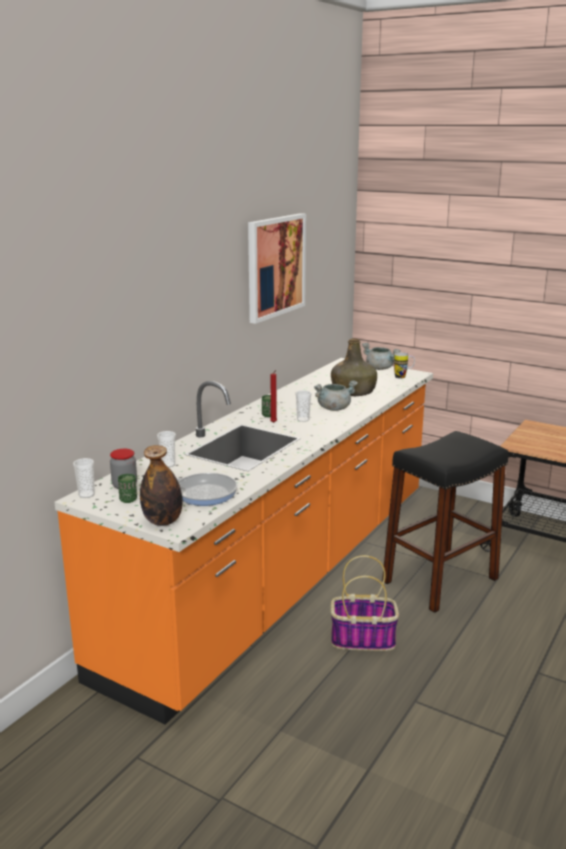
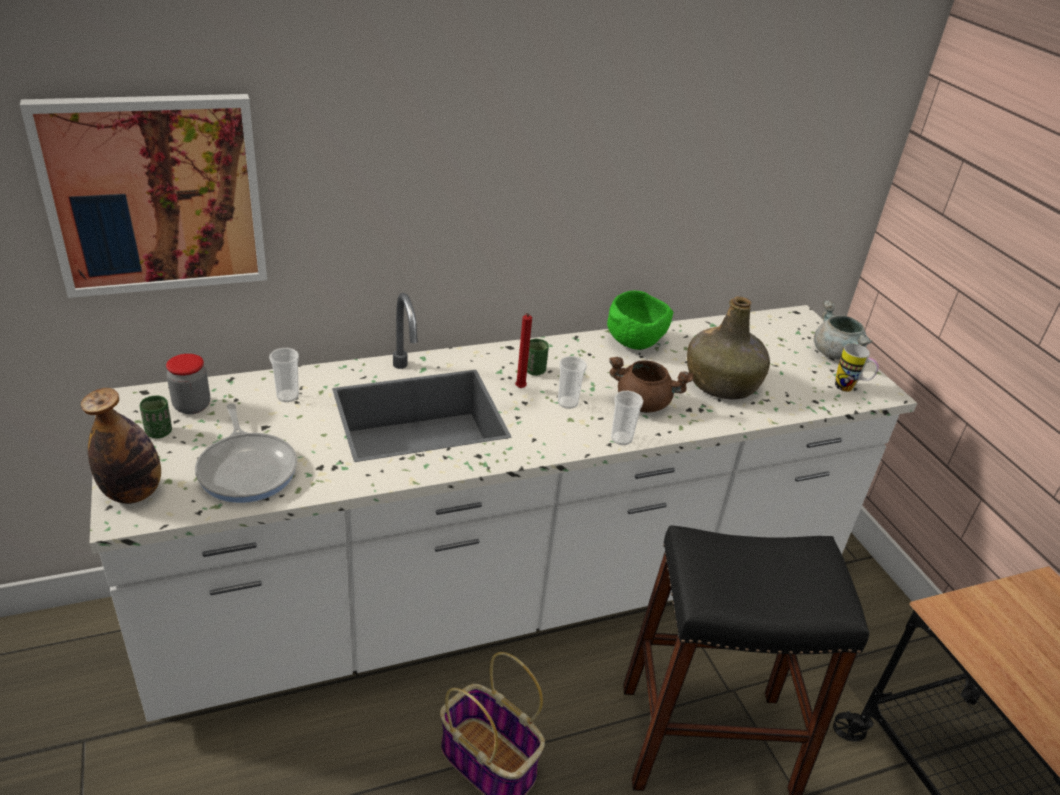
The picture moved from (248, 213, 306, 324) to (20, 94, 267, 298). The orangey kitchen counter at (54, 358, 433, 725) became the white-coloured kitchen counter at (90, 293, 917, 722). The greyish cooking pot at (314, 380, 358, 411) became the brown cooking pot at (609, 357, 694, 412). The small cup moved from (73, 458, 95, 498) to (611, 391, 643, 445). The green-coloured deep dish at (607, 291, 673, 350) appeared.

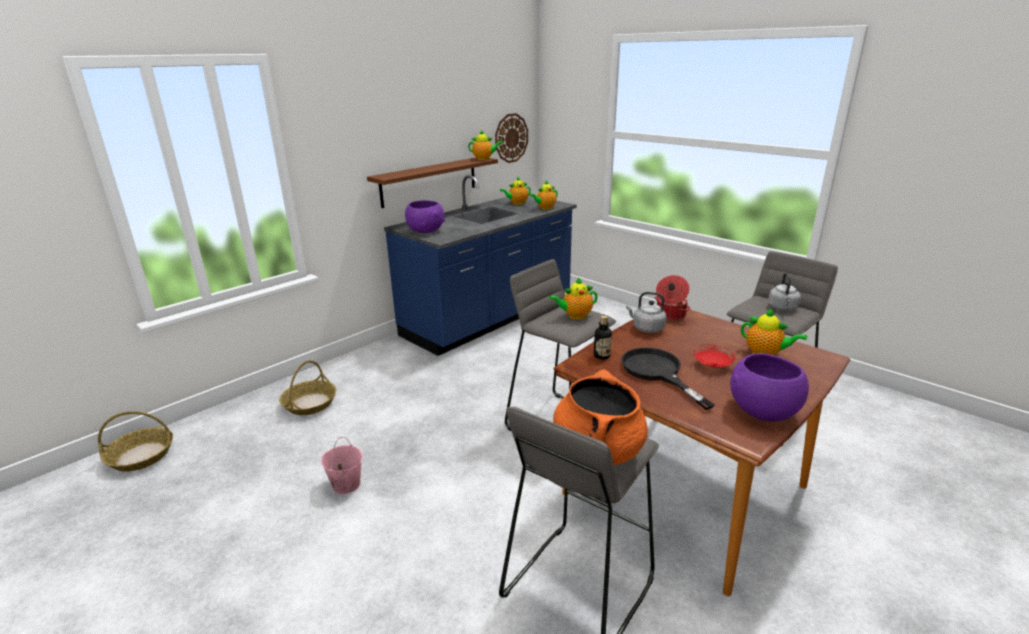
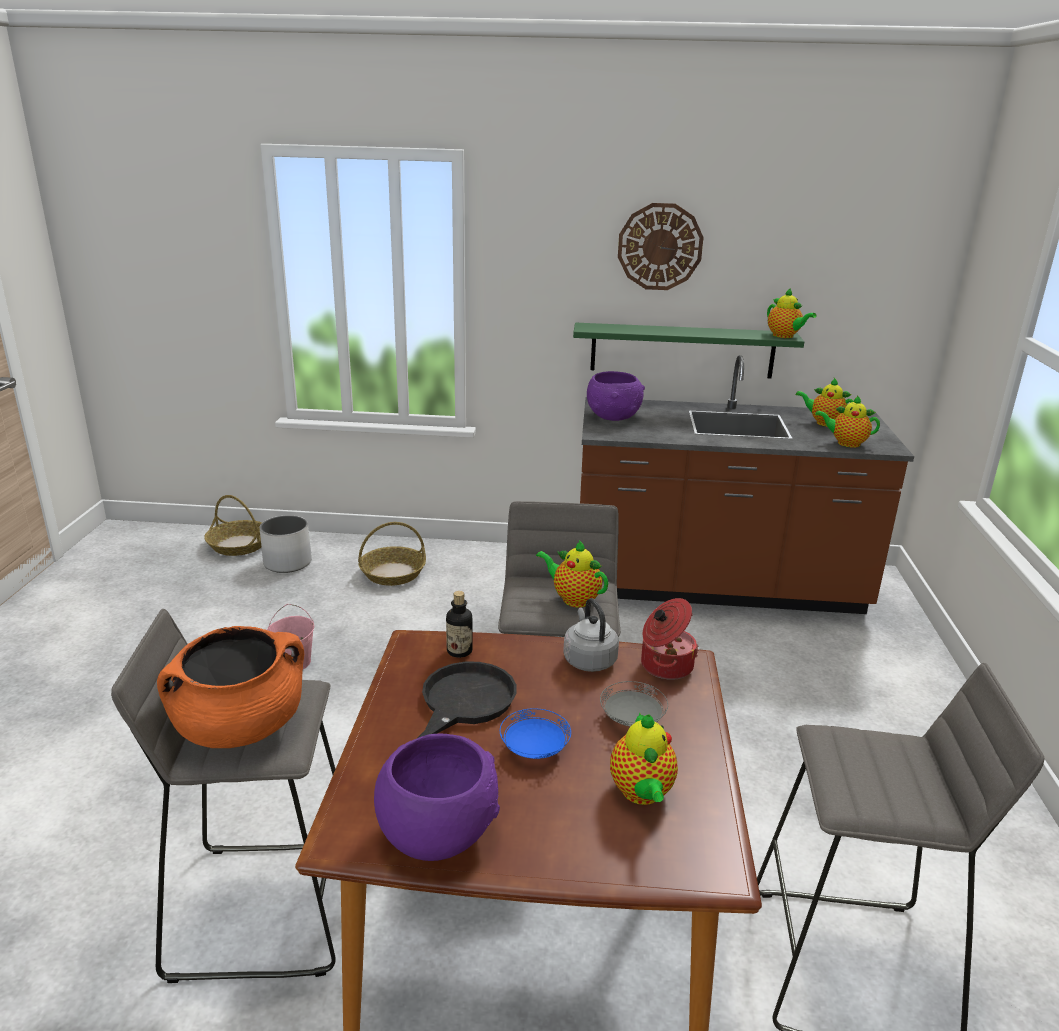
The clock on the wall moved from (495, 113, 528, 163) to (618, 203, 704, 290). The brown wall shelf at (367, 158, 498, 208) became the green-coloured wall shelf at (573, 323, 804, 378). The blue kitchen counter at (384, 175, 577, 356) became the brown kitchen counter at (580, 355, 914, 614). The greyish water kettle at (768, 273, 801, 311) disappeared. The red flat dish at (693, 344, 736, 368) became the blue flat dish at (500, 708, 571, 759). The white-coloured planter at (260, 515, 311, 573) appeared. The greyish flat dish at (600, 681, 668, 727) appeared.

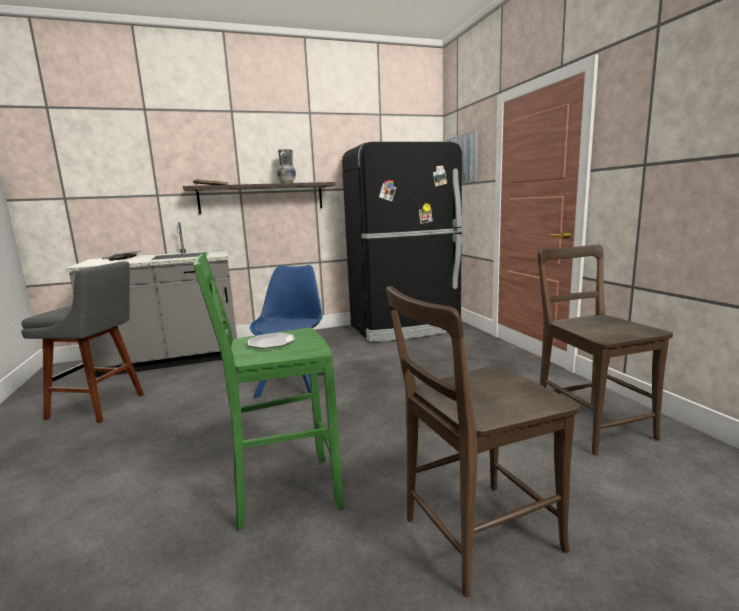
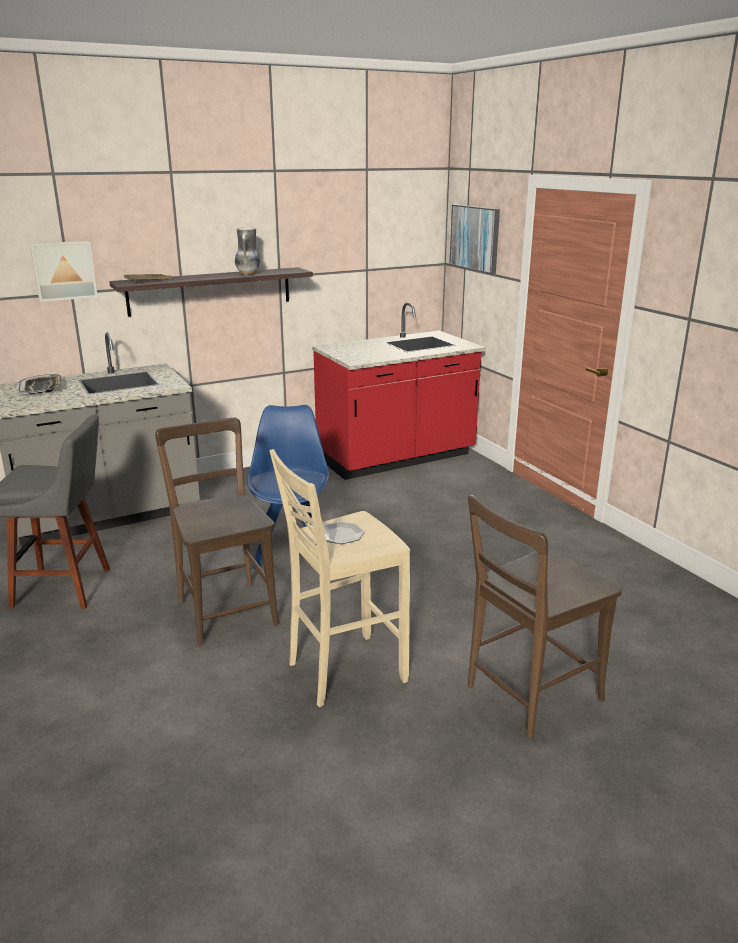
The black-coloured fridge at (342, 142, 463, 342) was replaced by the red kitchen counter at (312, 302, 486, 480). The brown chair moved from (537, 244, 673, 456) to (155, 418, 279, 646). The green-coloured sitting stool at (193, 252, 344, 531) became the beige sitting stool at (269, 449, 410, 707). The picture at (30, 241, 98, 302) appeared.

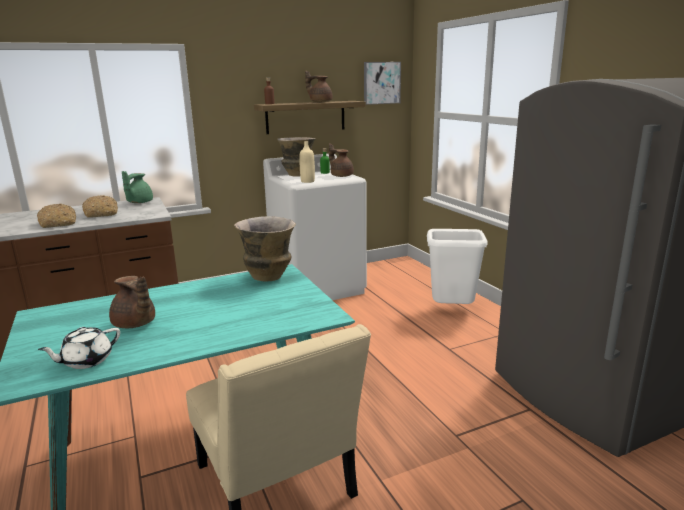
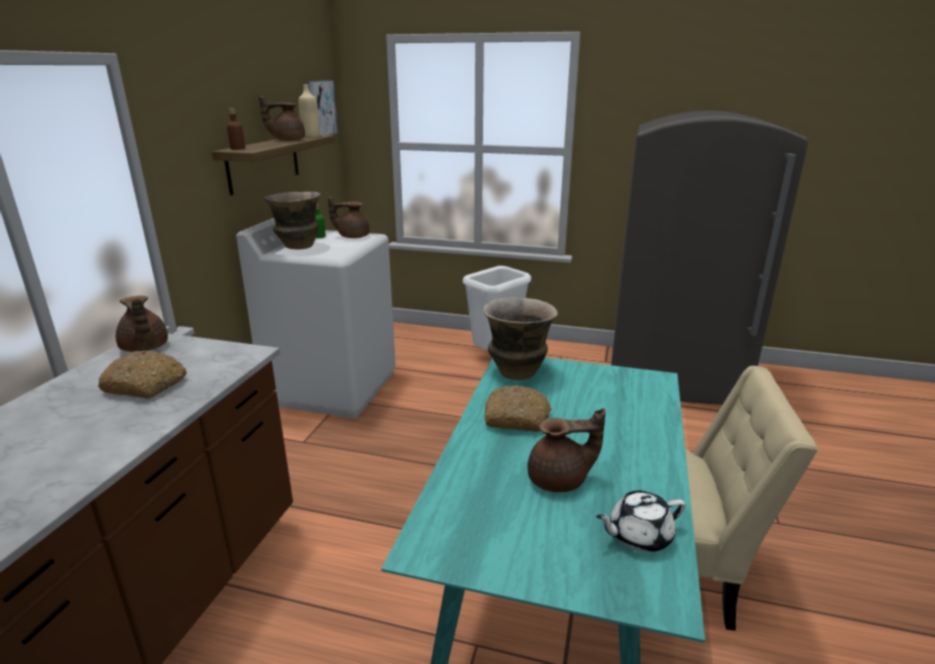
The beige drink bottle moved from (299, 141, 315, 183) to (299, 84, 320, 138). The green-coloured teapot at (122, 171, 153, 203) became the brown teapot at (116, 296, 168, 352). The baked bread moved from (37, 204, 76, 228) to (485, 385, 552, 432). The white-coloured teapot at (38, 327, 120, 369) turned 75 degrees clockwise.

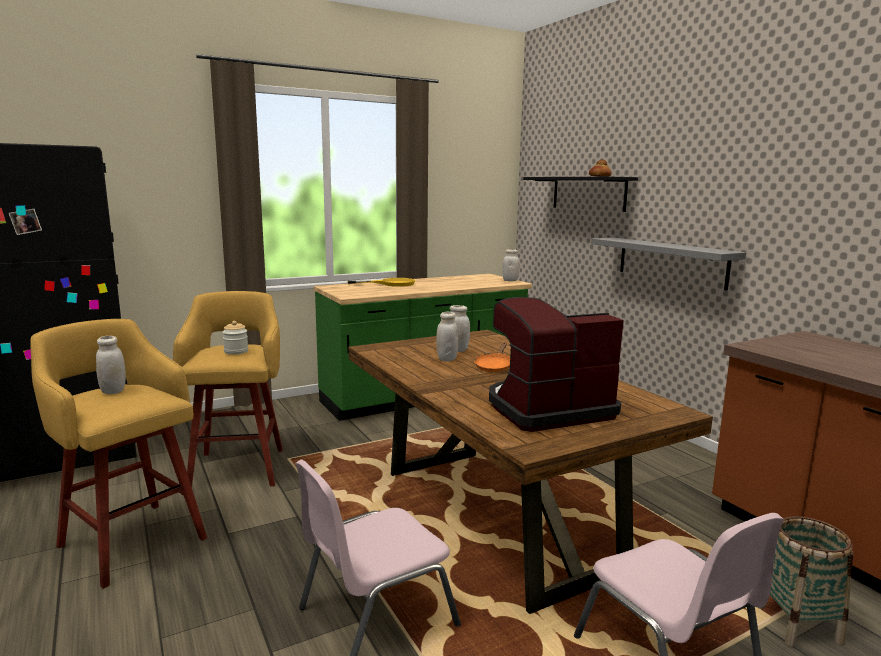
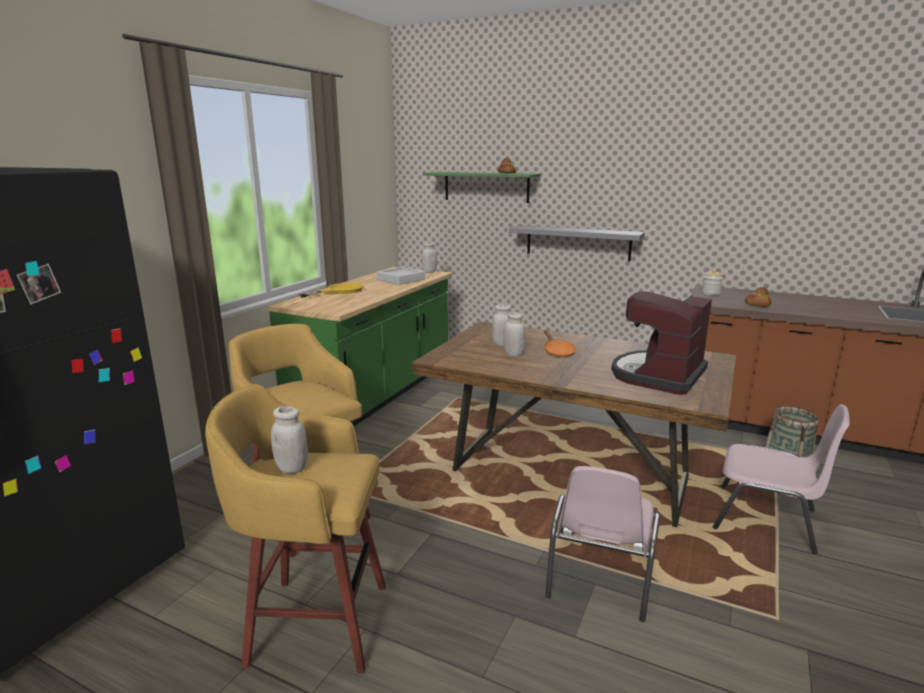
The black-coloured wall shelf at (523, 177, 638, 212) became the green-coloured wall shelf at (422, 172, 540, 203). The jar moved from (222, 321, 248, 355) to (702, 269, 723, 295). The greyish tray at (376, 267, 425, 285) appeared. The baked bread at (745, 287, 771, 307) appeared.

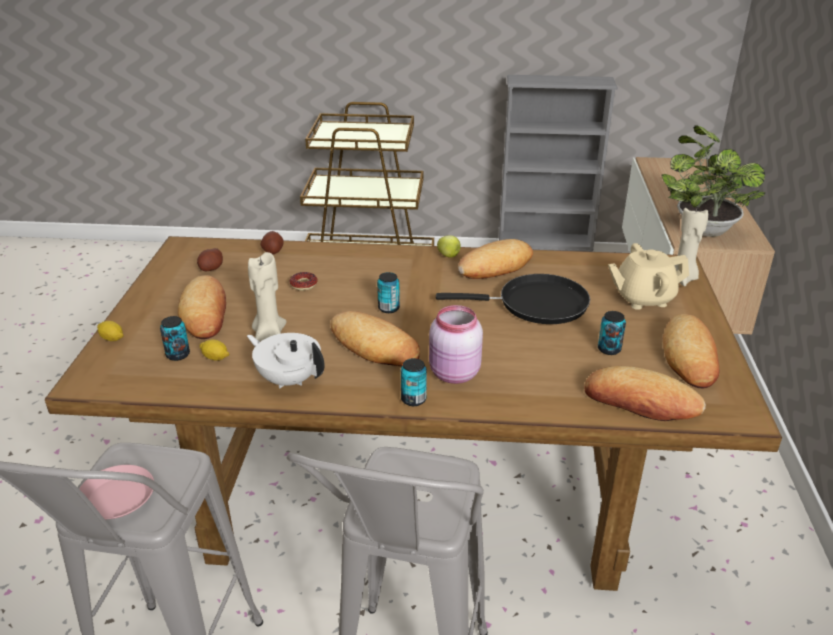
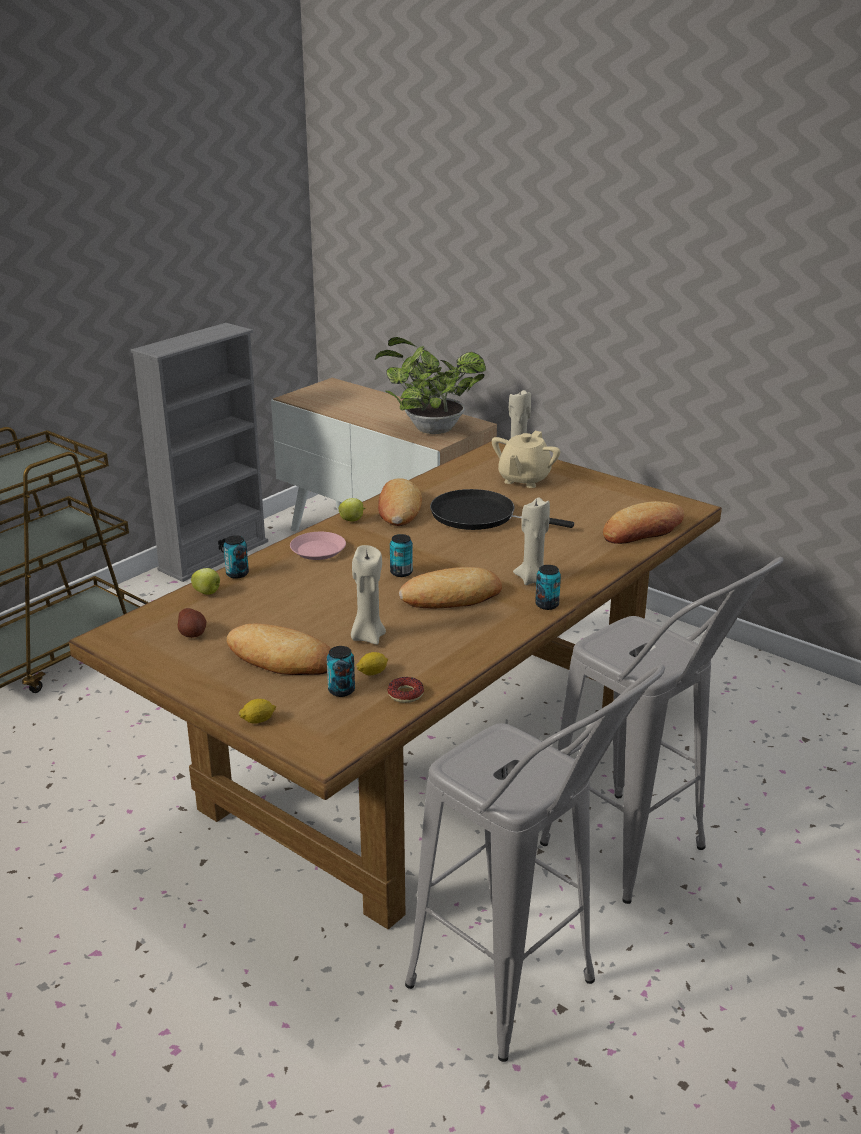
The spud at (260, 231, 283, 254) was replaced by the apple at (191, 568, 220, 595). The donut moved from (290, 272, 318, 291) to (388, 677, 424, 703). The black-coloured skillet at (436, 274, 590, 324) turned 105 degrees counterclockwise. The pink jar at (429, 305, 483, 384) was replaced by the beige candle at (513, 498, 550, 585). The sealed can moved from (598, 311, 626, 355) to (223, 535, 249, 579). The baked bread at (663, 314, 720, 388) disappeared. The white-coloured teapot at (247, 333, 325, 388) disappeared. The pink flat dish moved from (79, 465, 154, 520) to (290, 532, 346, 560).

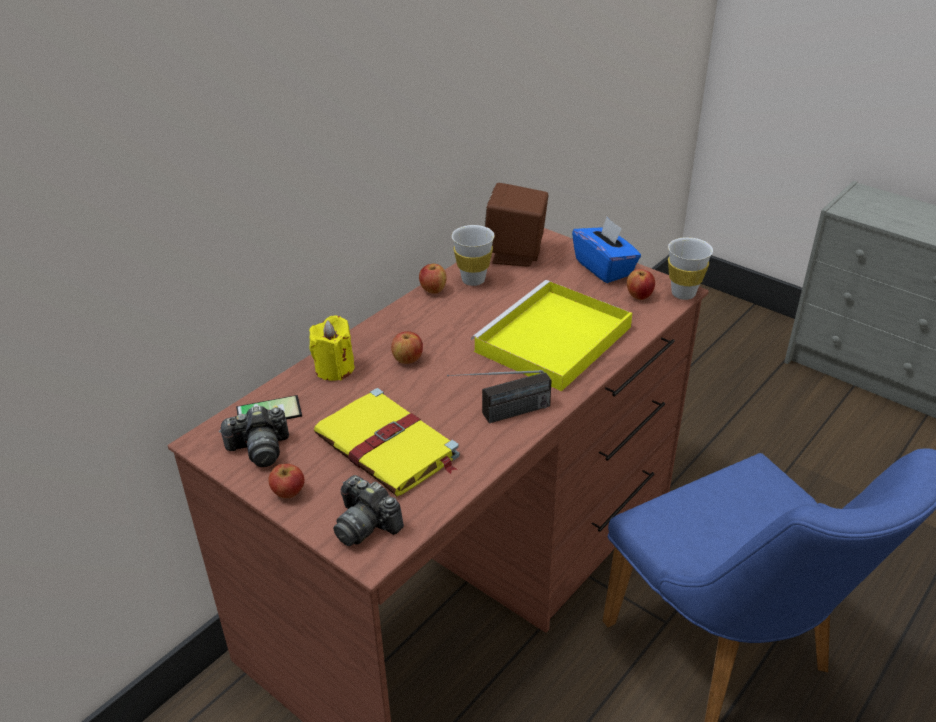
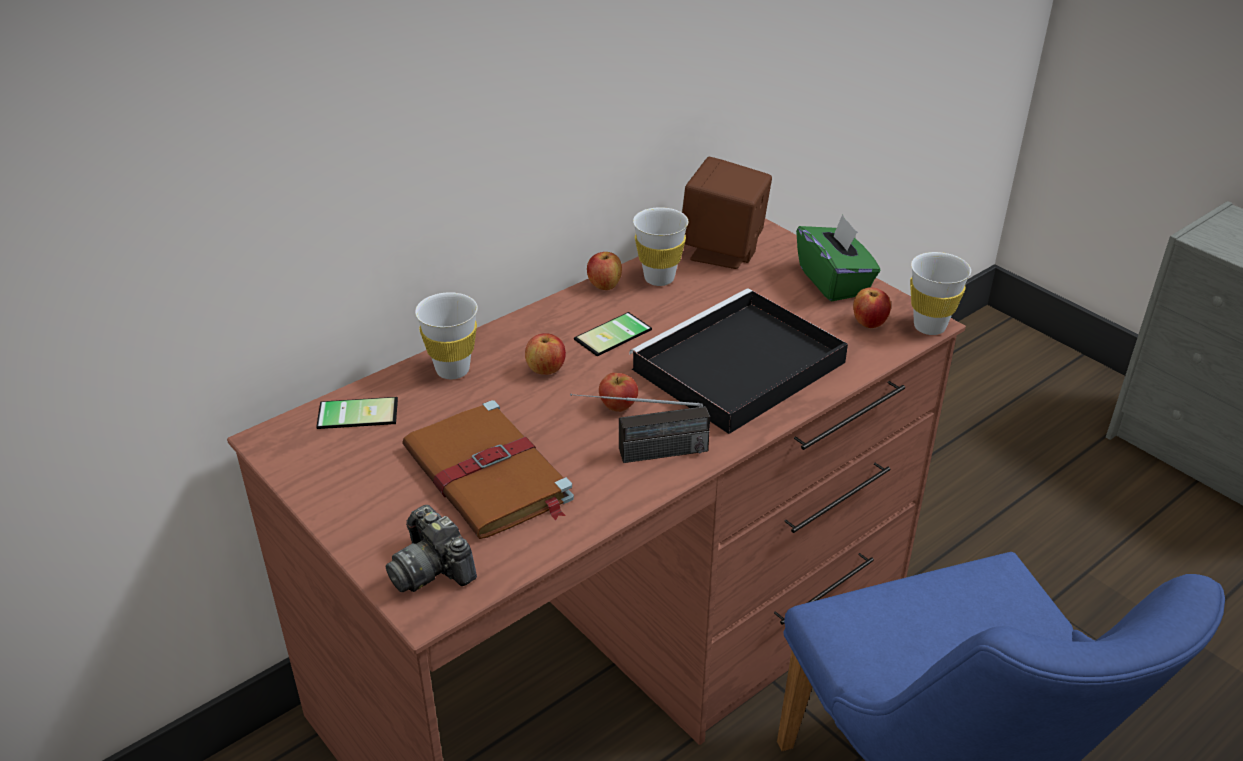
The blue tissue box at (572, 217, 641, 283) became the green-coloured tissue box at (796, 214, 880, 302). The yellow tray at (471, 280, 632, 391) became the black-coloured tray at (629, 288, 848, 434). The yellow candle at (309, 316, 354, 381) was replaced by the white-coloured small cup at (415, 292, 478, 379). The yellow book at (314, 388, 459, 496) became the brown book at (402, 400, 574, 539). The still camera at (219, 405, 289, 467) disappeared. The apple moved from (268, 464, 305, 498) to (599, 373, 638, 412). The handset at (574, 312, 652, 356) appeared.

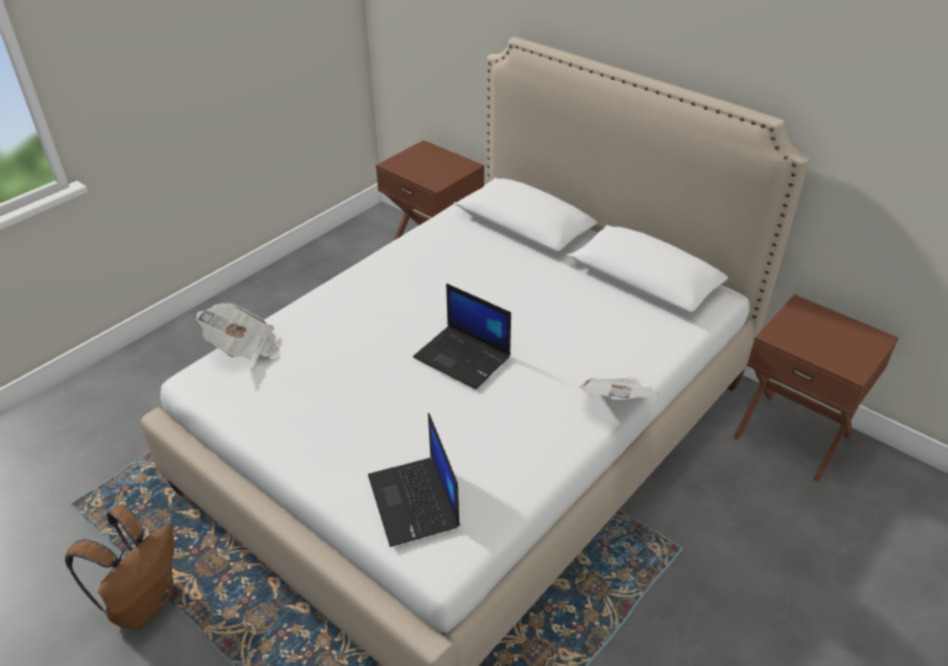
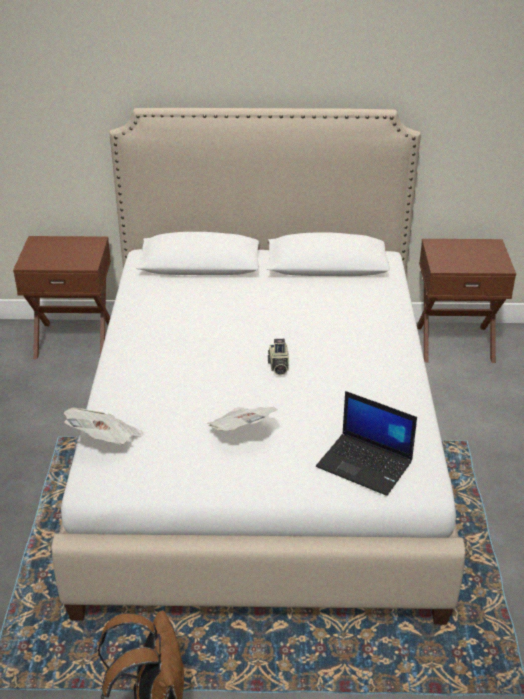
The notebook computer at (413, 283, 511, 390) was replaced by the still camera at (268, 339, 289, 376). The daily paper moved from (580, 377, 659, 400) to (207, 407, 278, 430).

